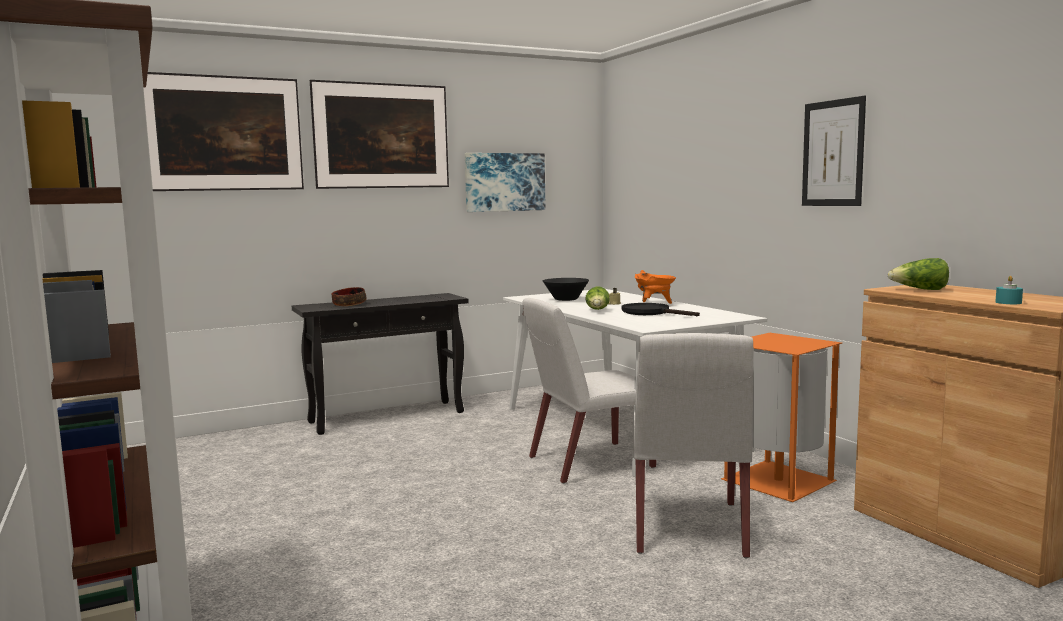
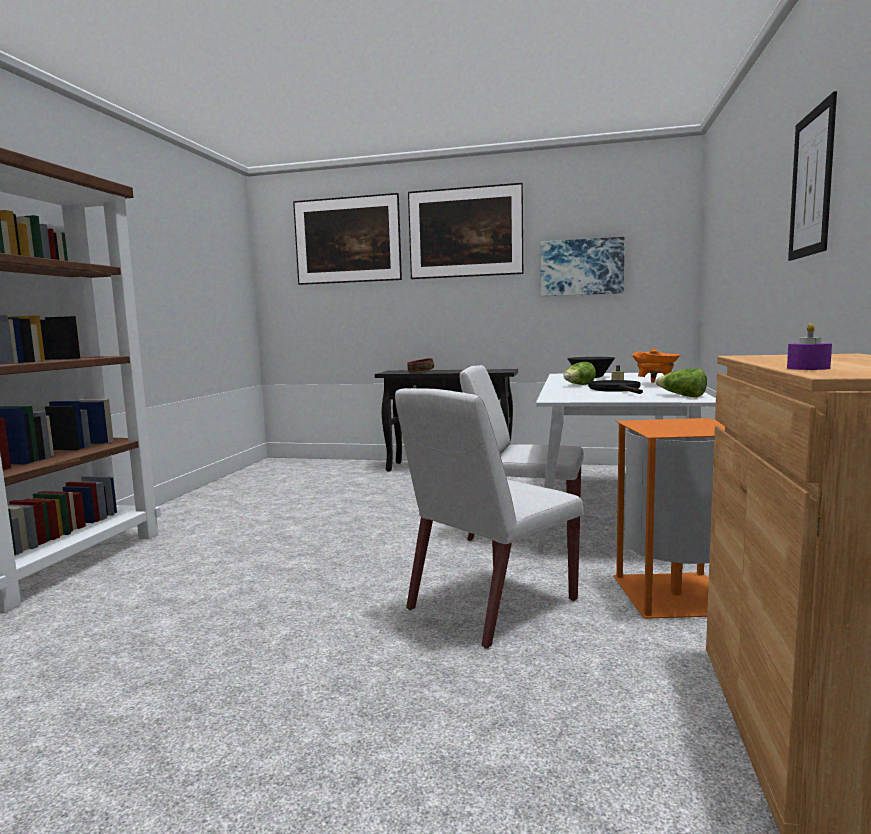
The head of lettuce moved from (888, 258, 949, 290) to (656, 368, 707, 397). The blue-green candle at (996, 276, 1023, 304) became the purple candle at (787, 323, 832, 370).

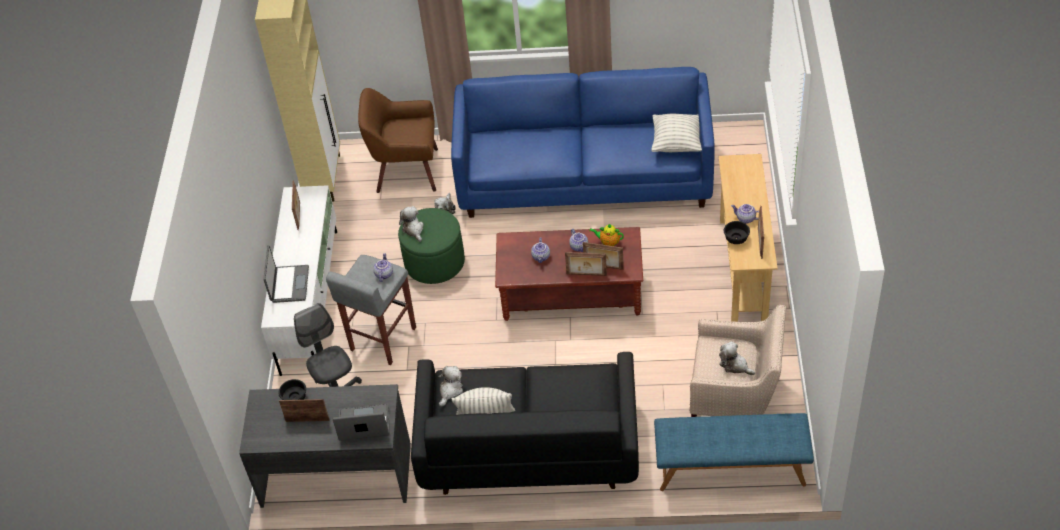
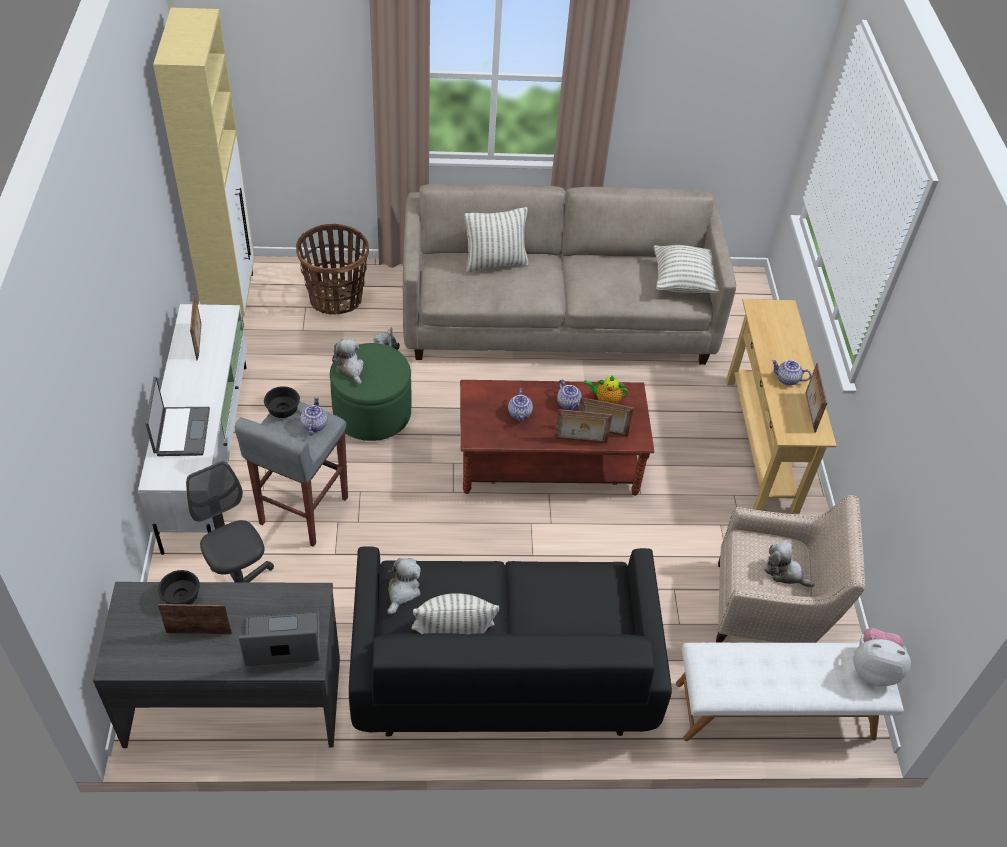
The blue sofa at (451, 67, 715, 218) became the beige sofa at (403, 184, 736, 365). The brown easy chair at (358, 88, 438, 193) was replaced by the basket at (296, 224, 369, 315). The black-coloured deep dish moved from (724, 221, 750, 244) to (264, 386, 300, 418). The blue indoor bench at (654, 413, 814, 491) became the white-coloured indoor bench at (676, 643, 904, 741). The pillow at (464, 207, 529, 272) appeared. The plush toy at (854, 628, 911, 686) appeared.

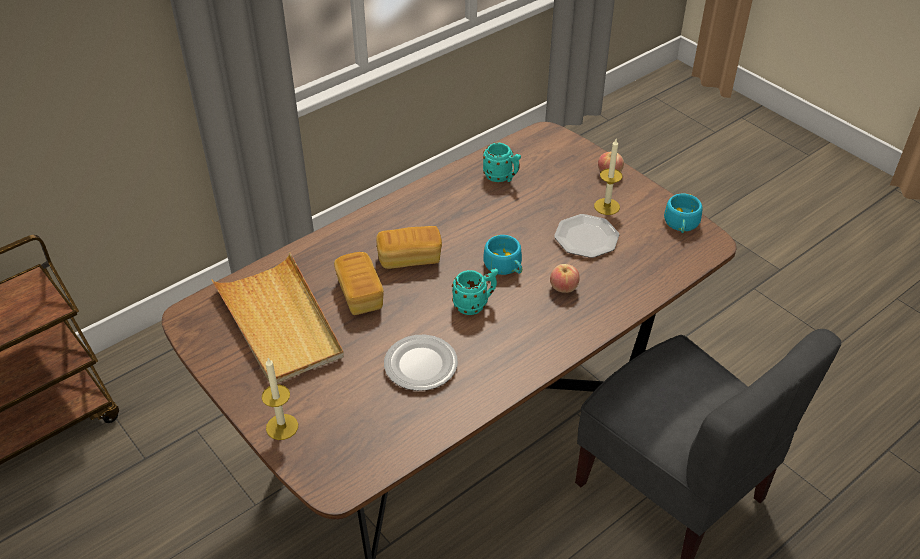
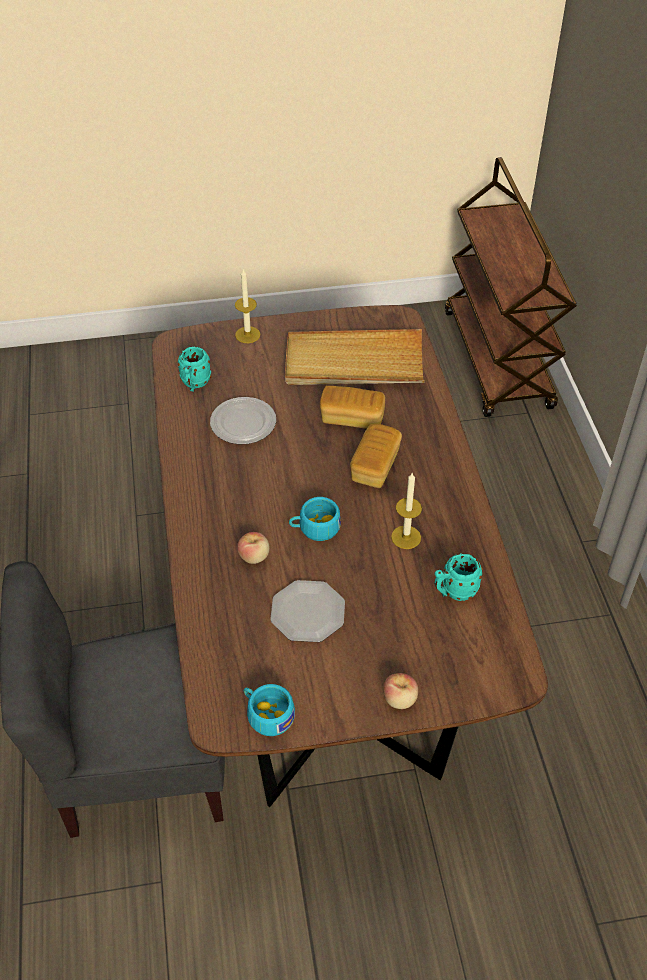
The candle moved from (594, 139, 622, 215) to (391, 473, 422, 549). The blue-green coffee mug moved from (452, 268, 498, 315) to (178, 347, 211, 392).

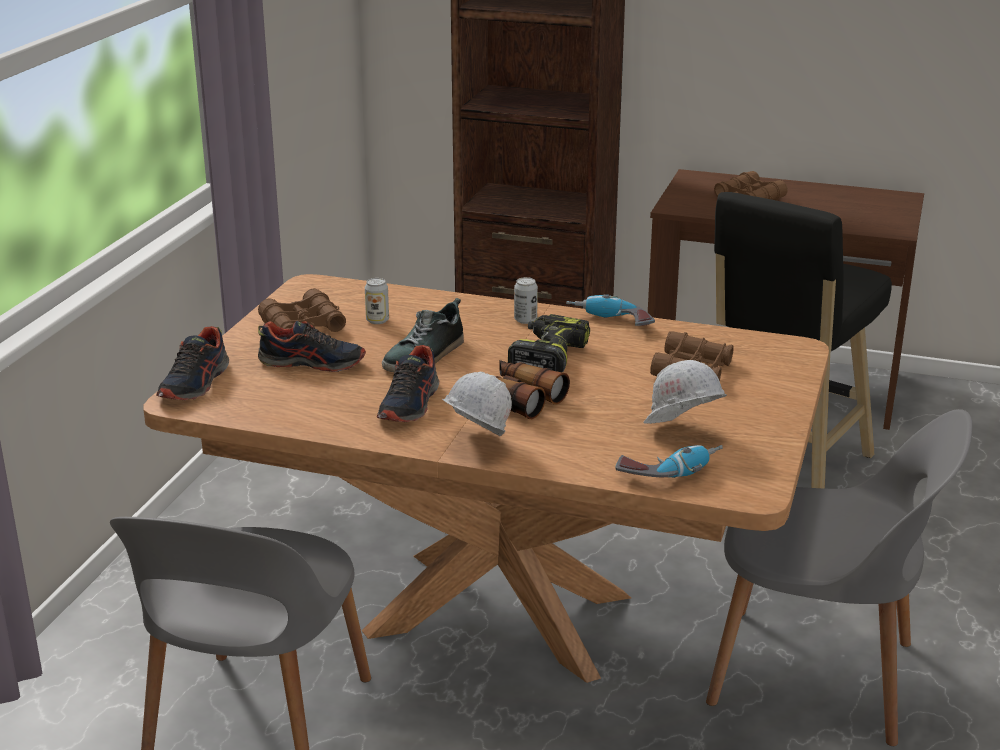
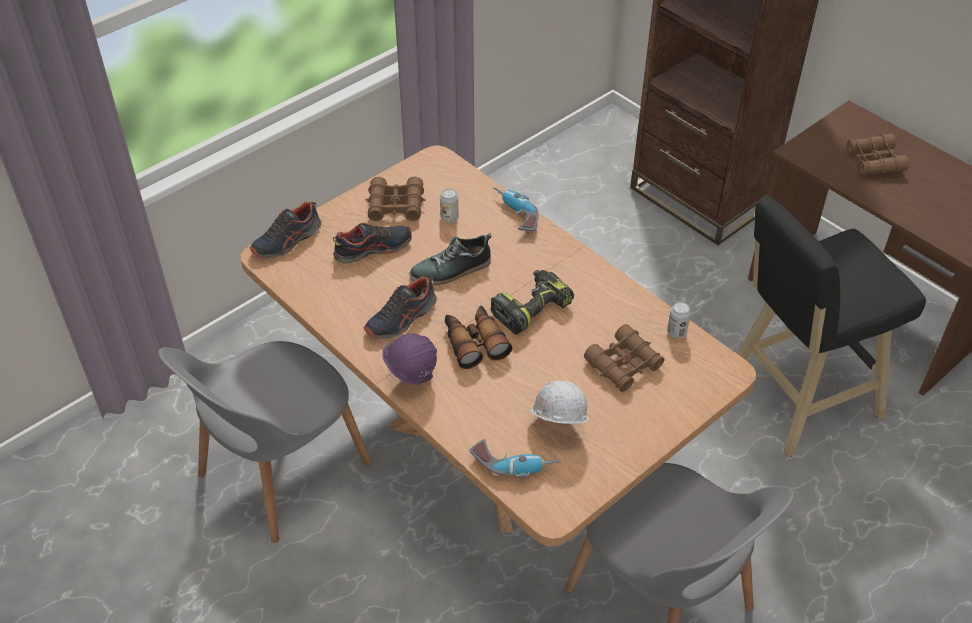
The sealed can moved from (514, 277, 538, 324) to (667, 302, 691, 338). The electric drill moved from (566, 294, 655, 326) to (493, 187, 538, 231). The item of footwear at (258, 321, 366, 372) turned 60 degrees counterclockwise. The white-coloured safety helmet at (442, 372, 512, 436) became the purple safety helmet at (382, 334, 437, 385).

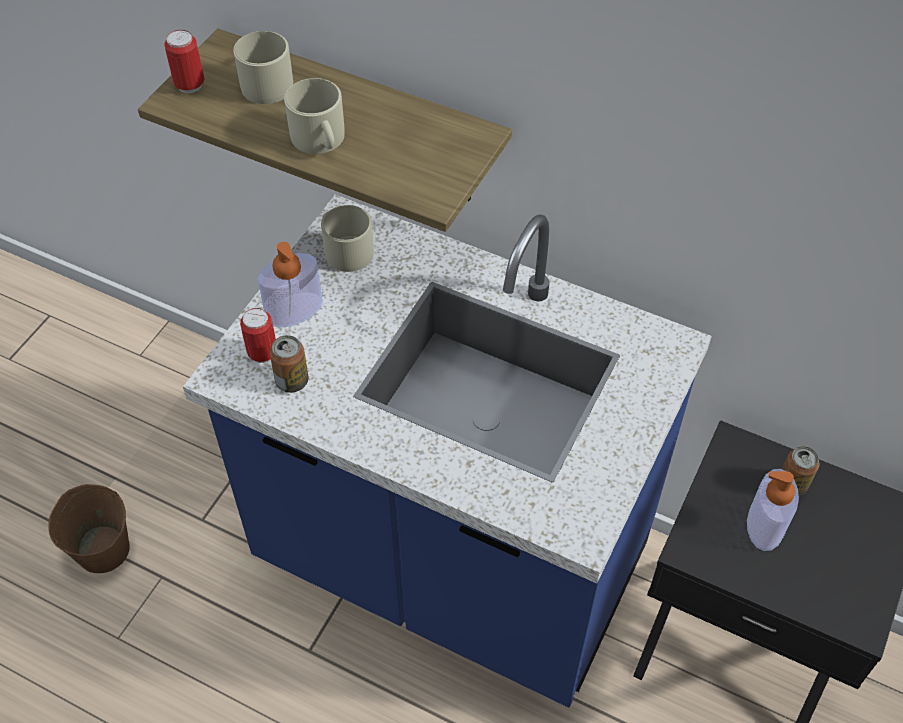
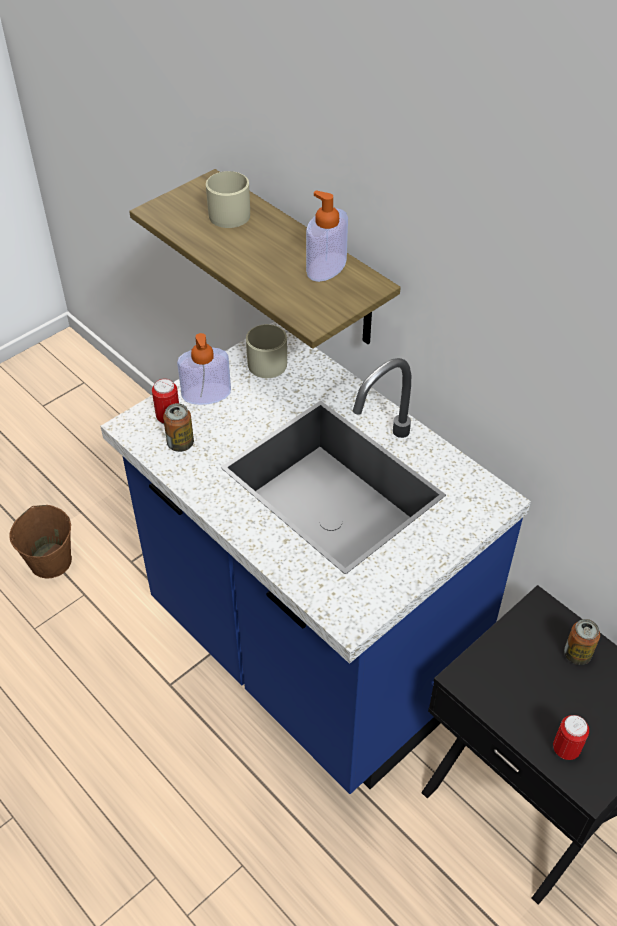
The sealed can moved from (164, 30, 204, 93) to (553, 715, 589, 760). The beige coffee mug at (284, 78, 345, 154) disappeared. The liquid soap bottle moved from (747, 469, 799, 551) to (306, 190, 348, 282).

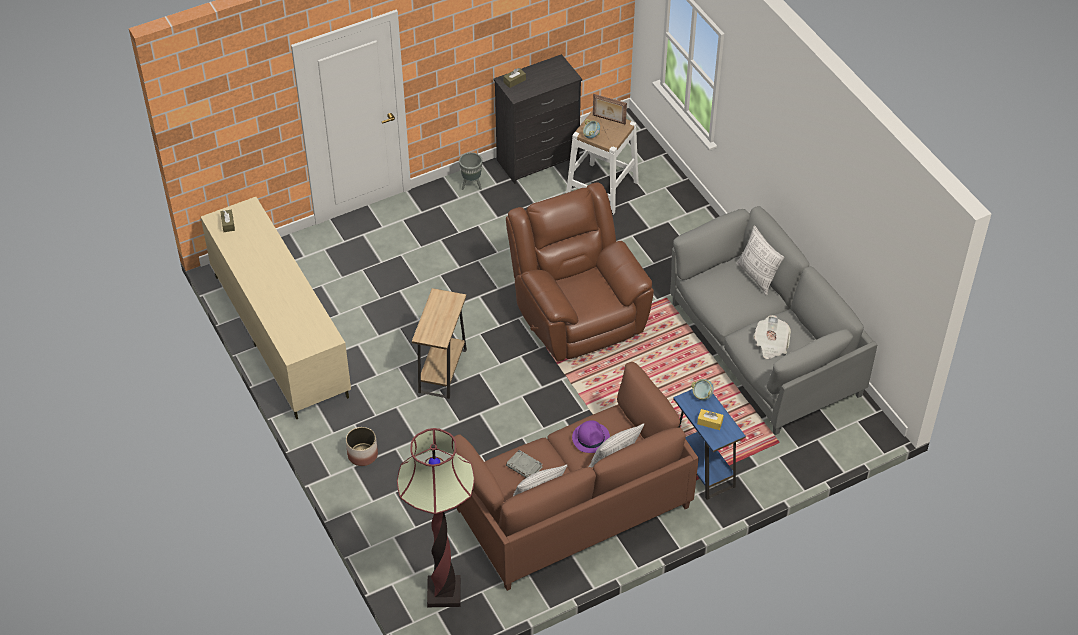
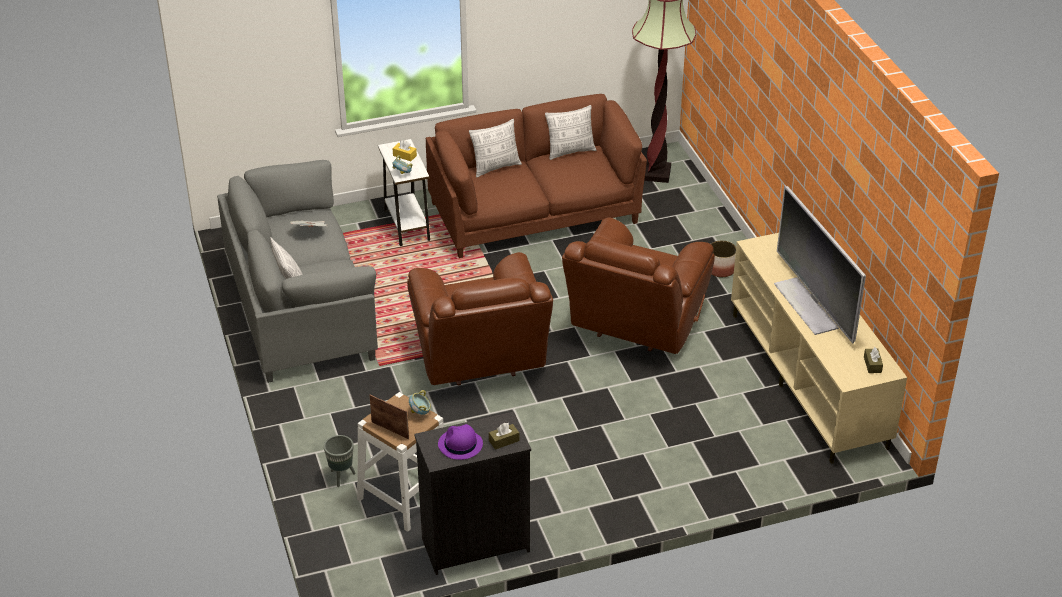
The greyish planter moved from (459, 152, 482, 190) to (324, 435, 356, 487). The brown side table at (412, 288, 467, 399) was replaced by the brown easy chair at (562, 217, 715, 354). The blue side table at (673, 389, 746, 500) became the white-coloured side table at (378, 139, 430, 246). The purple wearable hat moved from (572, 420, 610, 453) to (438, 424, 483, 460). The greyish book at (506, 450, 543, 478) disappeared. The television at (774, 185, 866, 344) appeared.

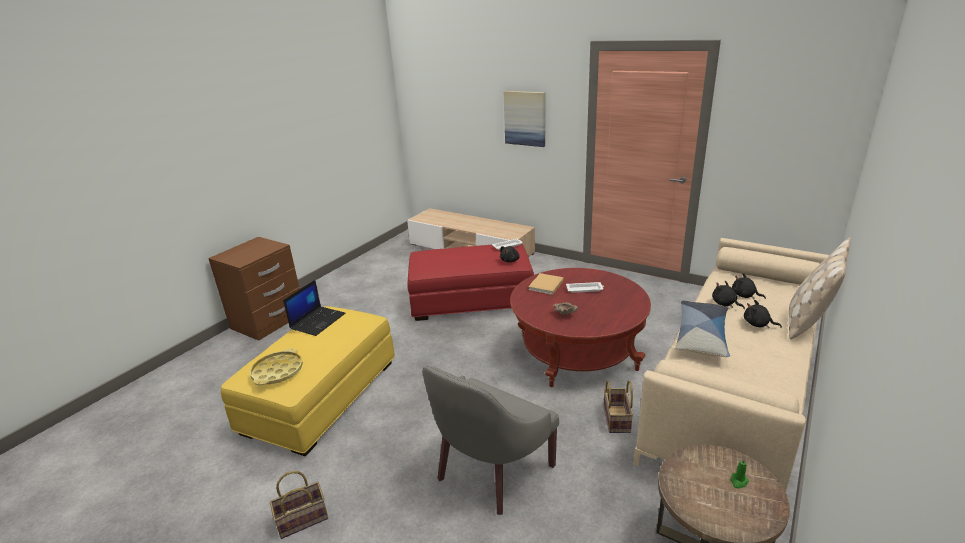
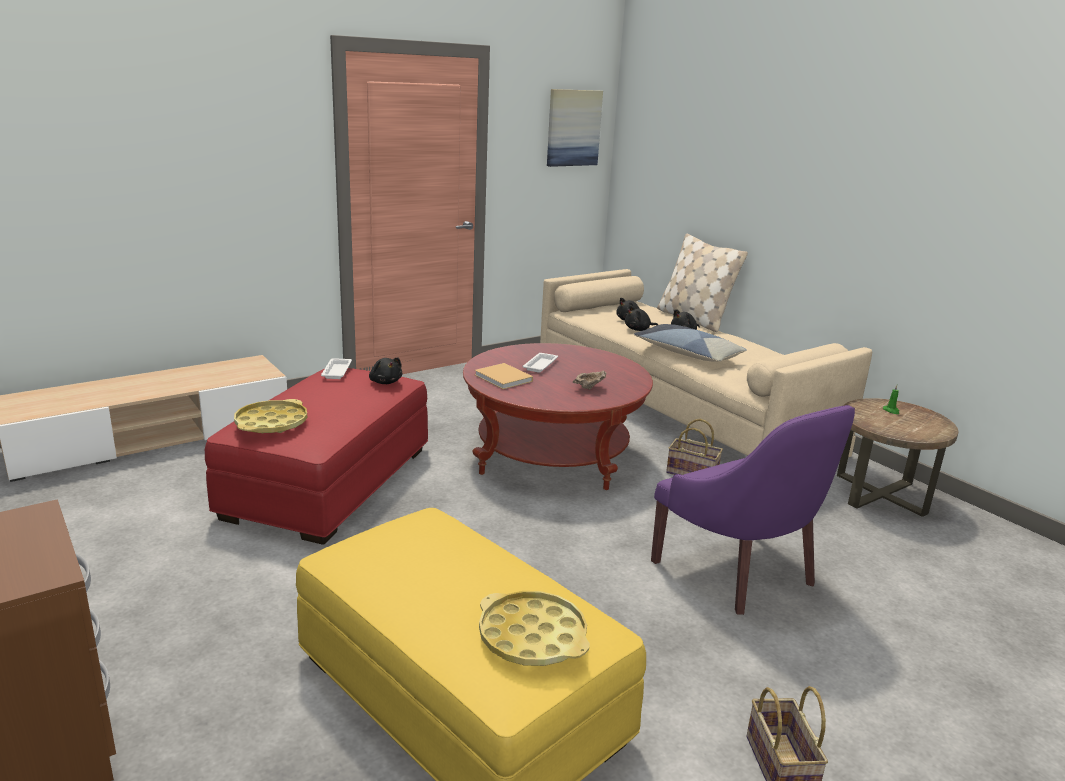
The picture moved from (503, 91, 545, 147) to (547, 89, 603, 167). The notebook computer at (283, 280, 346, 336) disappeared. The greyish easy chair at (423, 366, 559, 515) became the purple easy chair at (651, 405, 855, 615). The yellow tray at (234, 399, 307, 433) appeared.

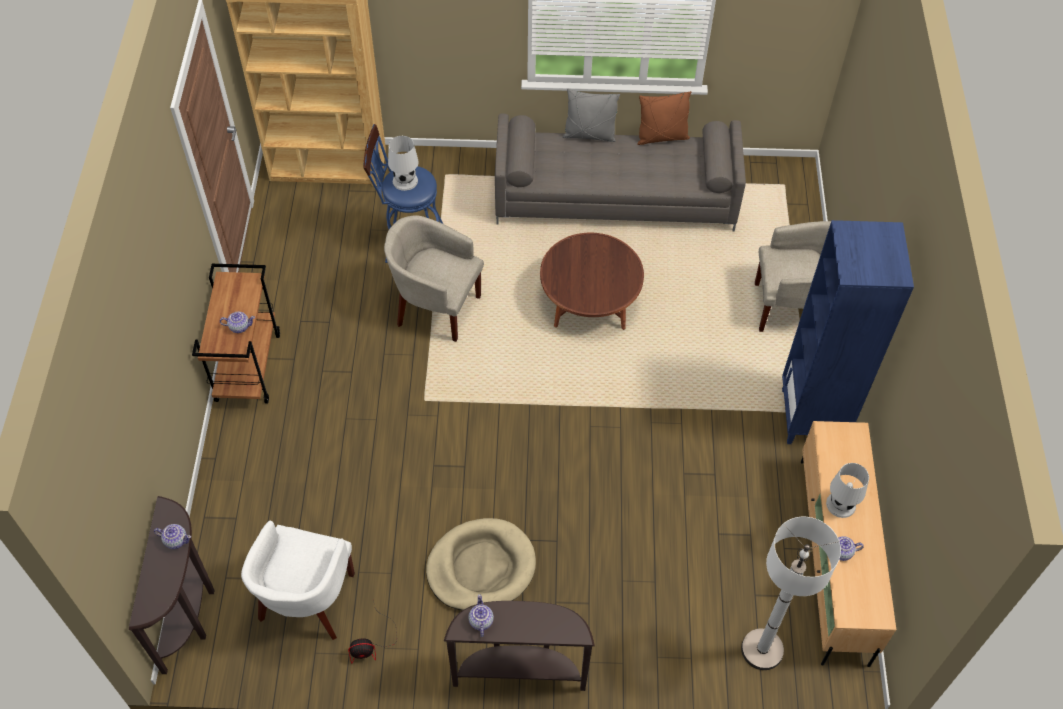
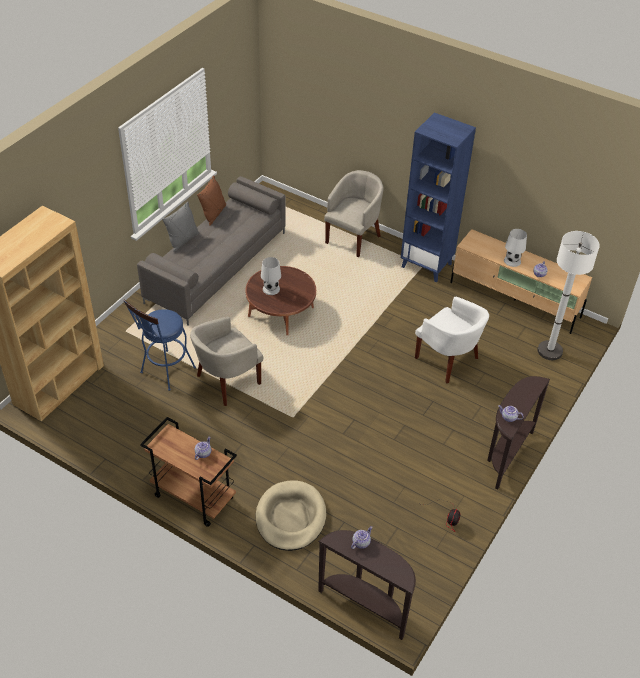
The white-coloured tabletop lamp moved from (388, 136, 419, 191) to (261, 257, 281, 295). The beige dog bed moved from (426, 518, 536, 611) to (256, 480, 326, 551). The white-coloured easy chair moved from (241, 520, 355, 640) to (415, 297, 489, 383).

